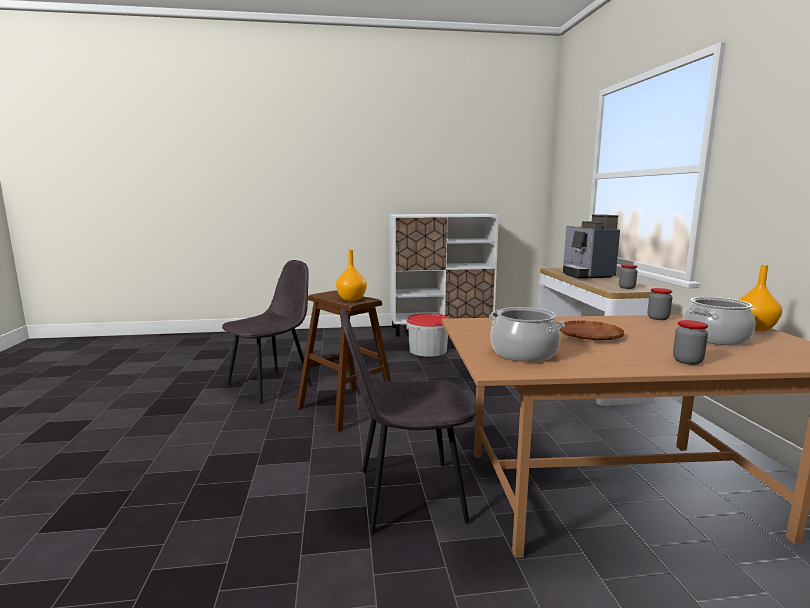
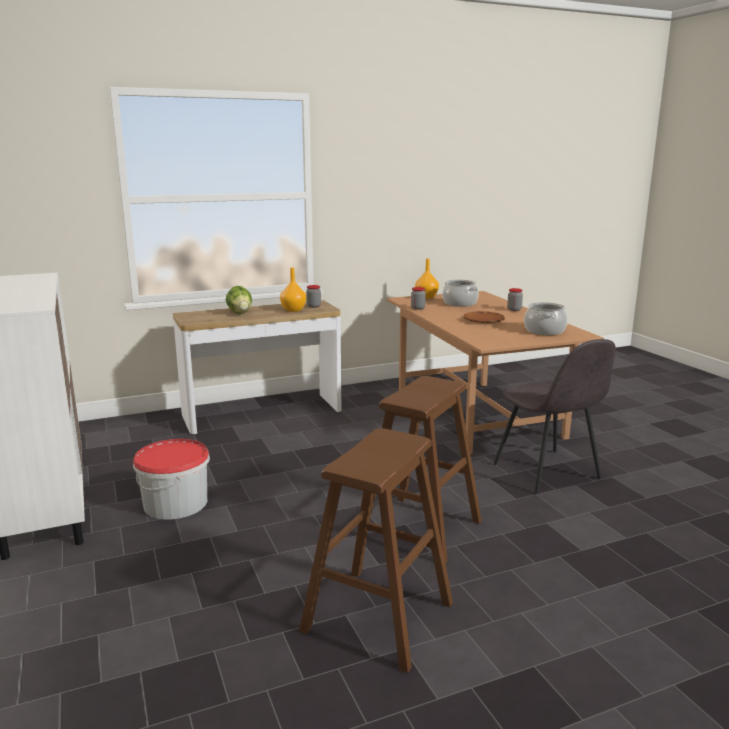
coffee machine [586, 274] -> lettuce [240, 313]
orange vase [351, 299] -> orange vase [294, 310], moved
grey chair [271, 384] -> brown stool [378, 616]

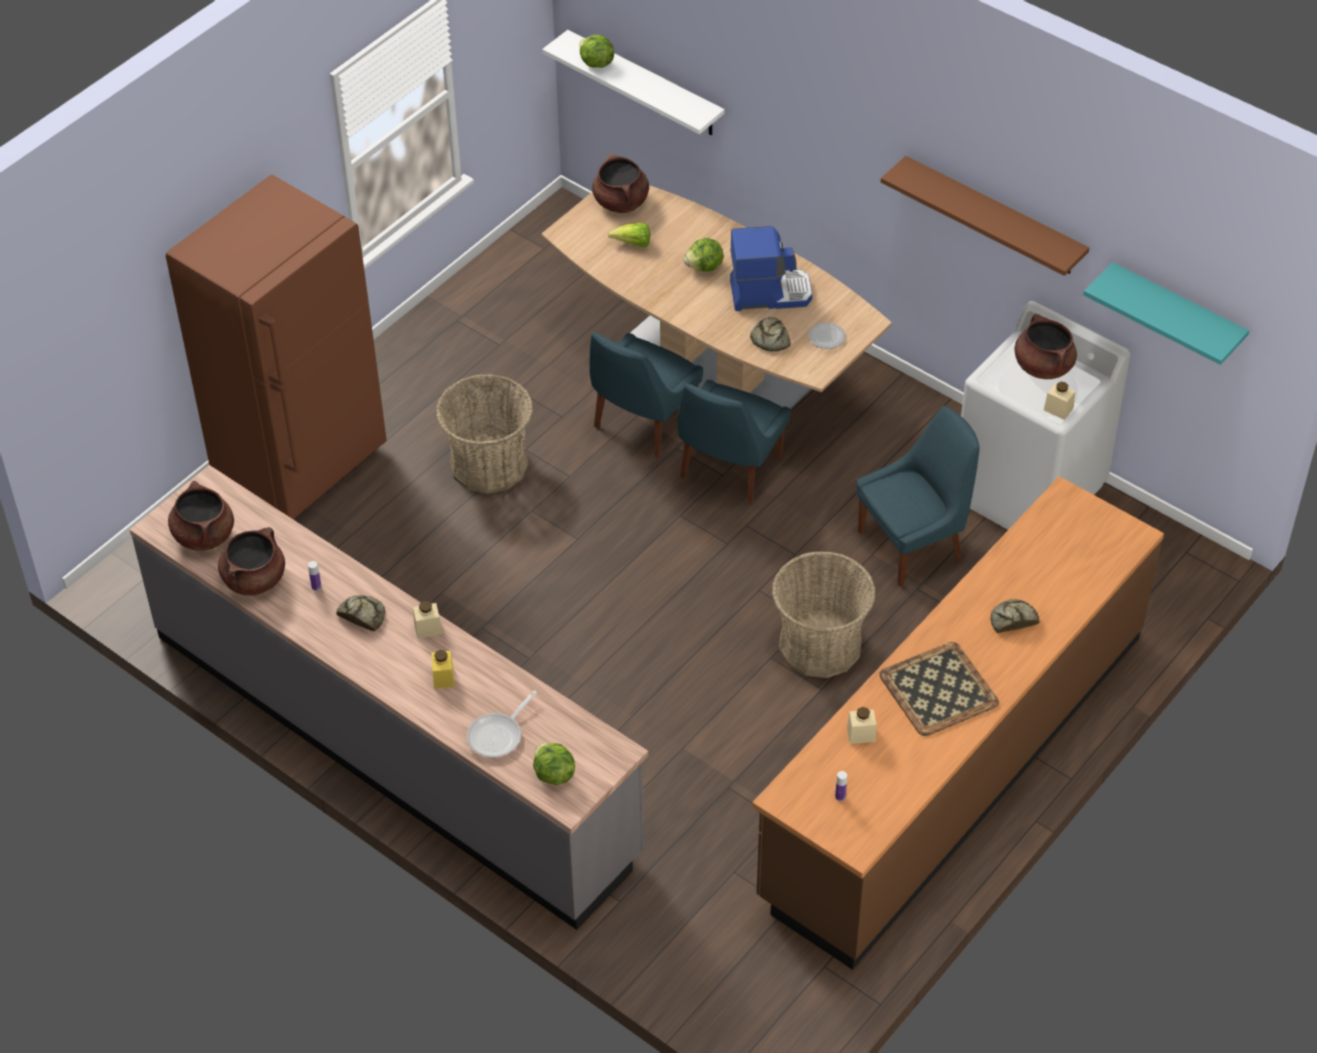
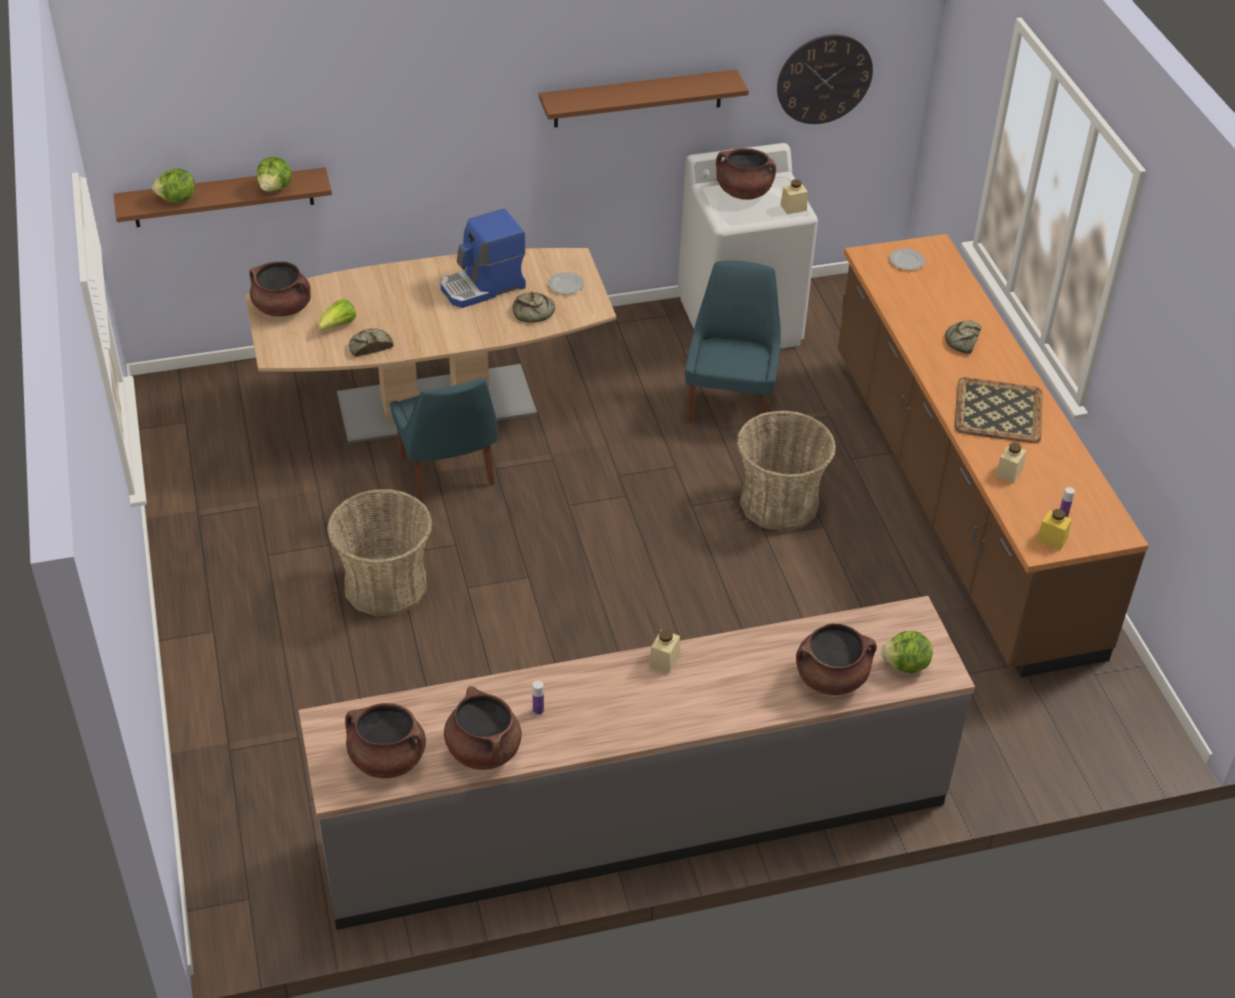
white shelf [645, 84] -> brown shelf [223, 197]
lettuce [705, 267] -> lettuce [275, 188], moved
bread [362, 615] -> bread [369, 346], moved
coffee machine [769, 292] -> coffee machine [483, 287], 150 degrees counterclockwise
turquoise shelf [1176, 312] -> wall clock [824, 79]
frying pan [498, 735] -> brown cooking pot [831, 678]
none -> plate [907, 261]
yellow jar [443, 677] -> yellow jar [1052, 539], moved
brown fridge [302, 464] -> none
blue chair [729, 470] -> none

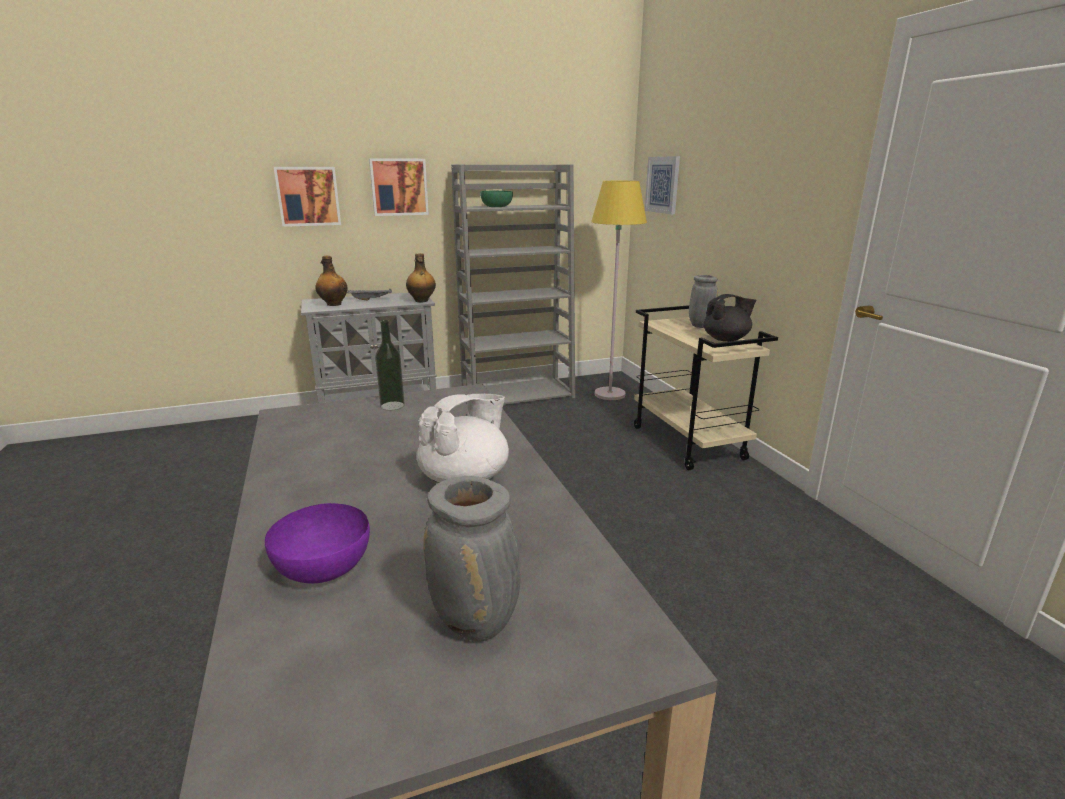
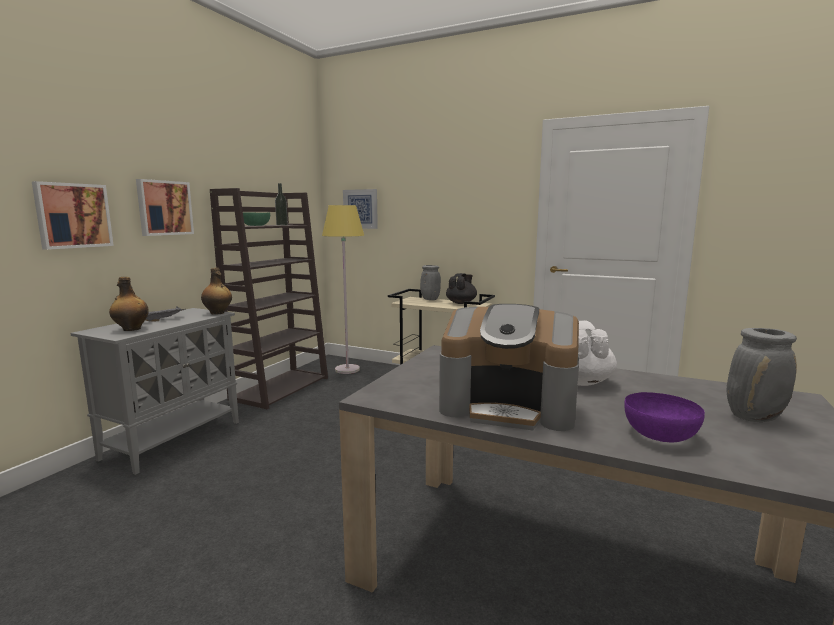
grey bookcase [518, 394] -> brown bookcase [280, 388]
bottle [392, 406] -> bottle [282, 225], moved
none -> coffee machine [508, 406]

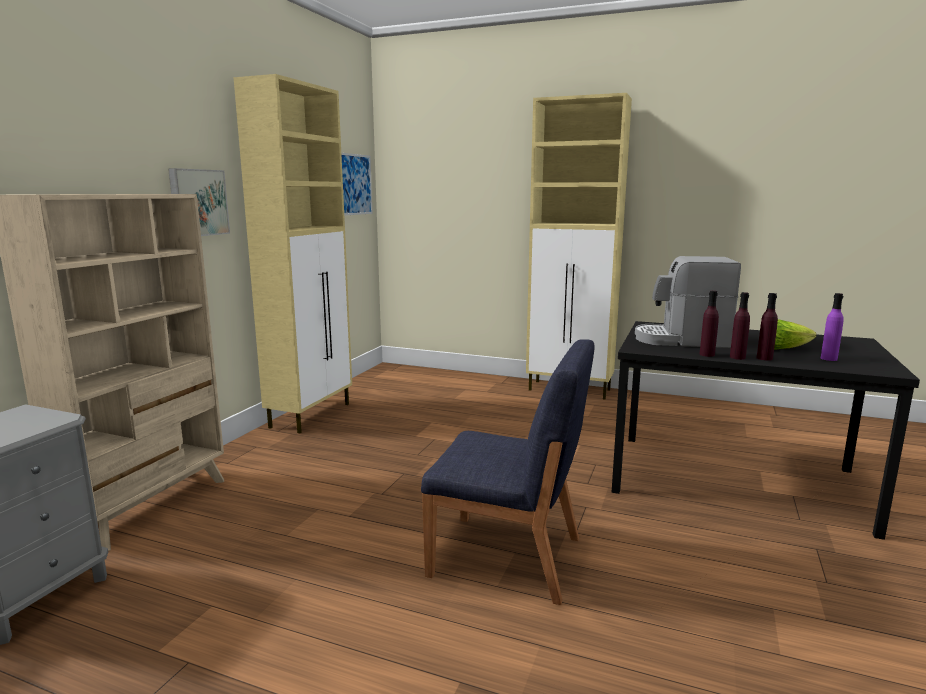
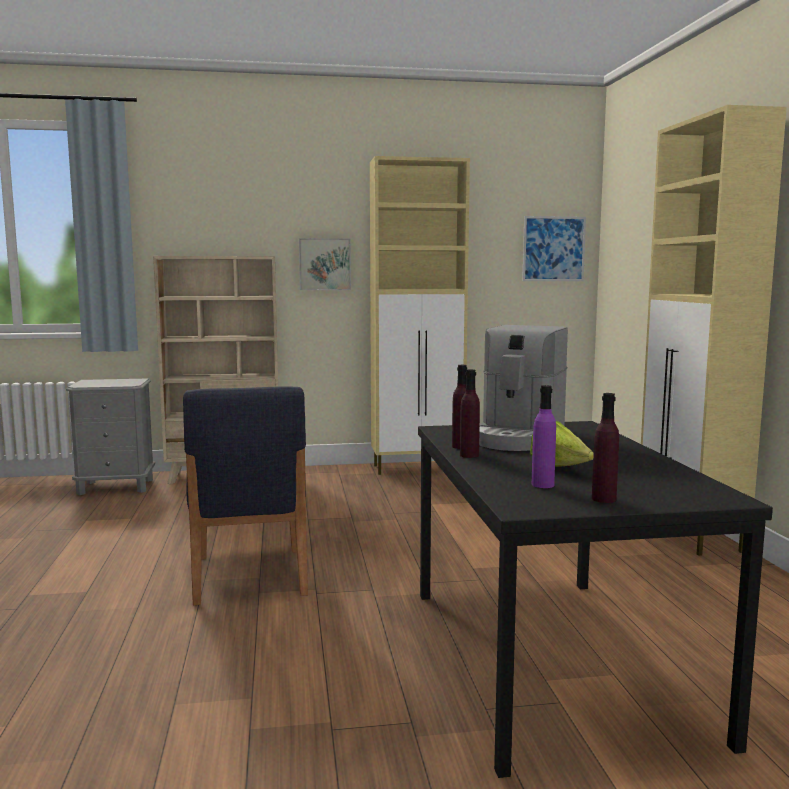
coffee machine [682, 340] -> coffee machine [518, 437], 135 degrees counterclockwise
purple bottle [764, 358] -> purple bottle [603, 499], moved

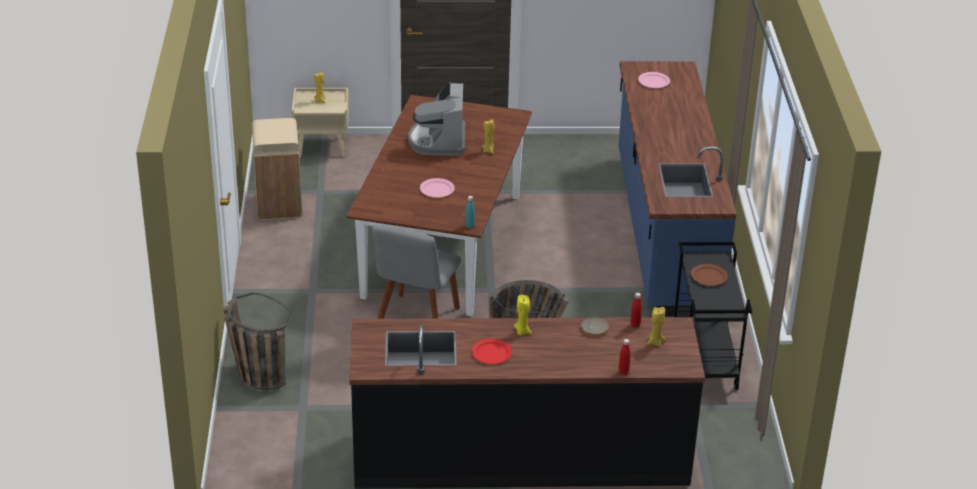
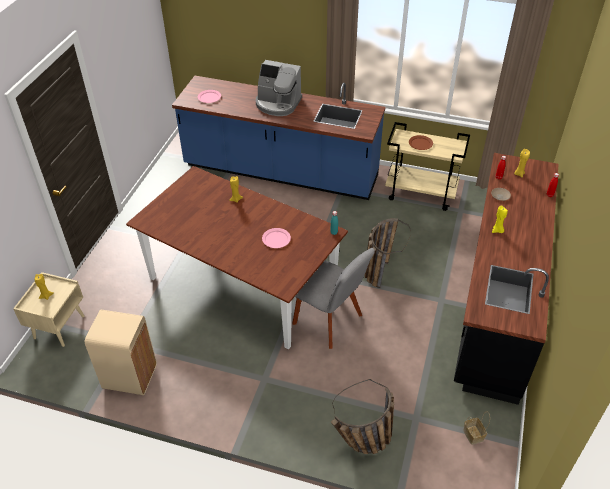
coffee machine [438, 141] -> coffee machine [278, 104], moved
black cart [704, 362] -> beige cart [421, 193]
none -> basket [474, 435]
red plate [491, 353] -> none

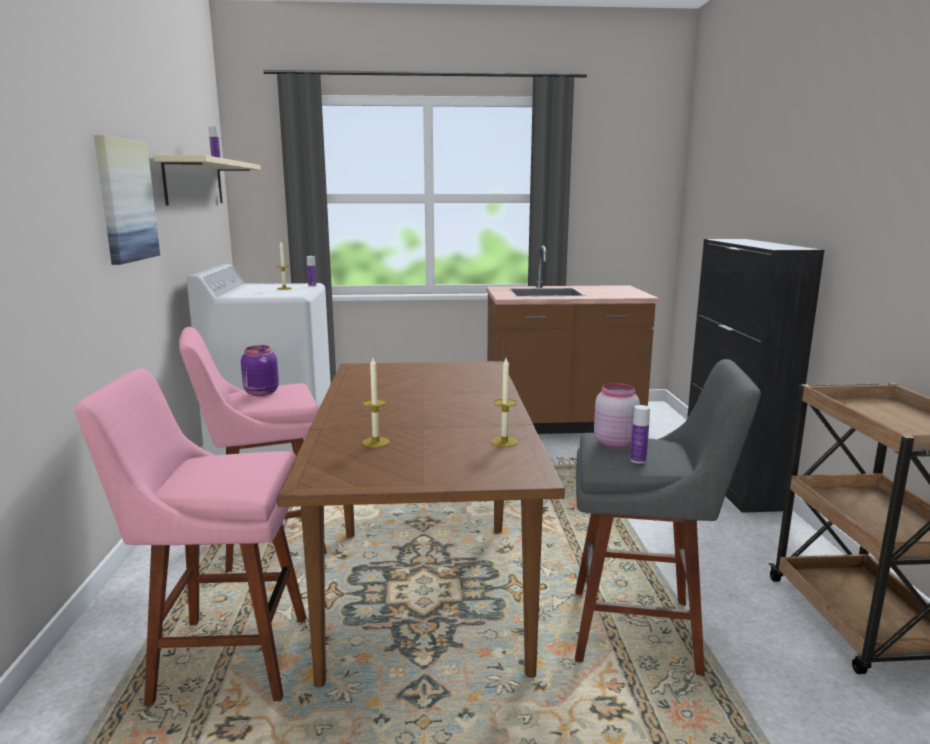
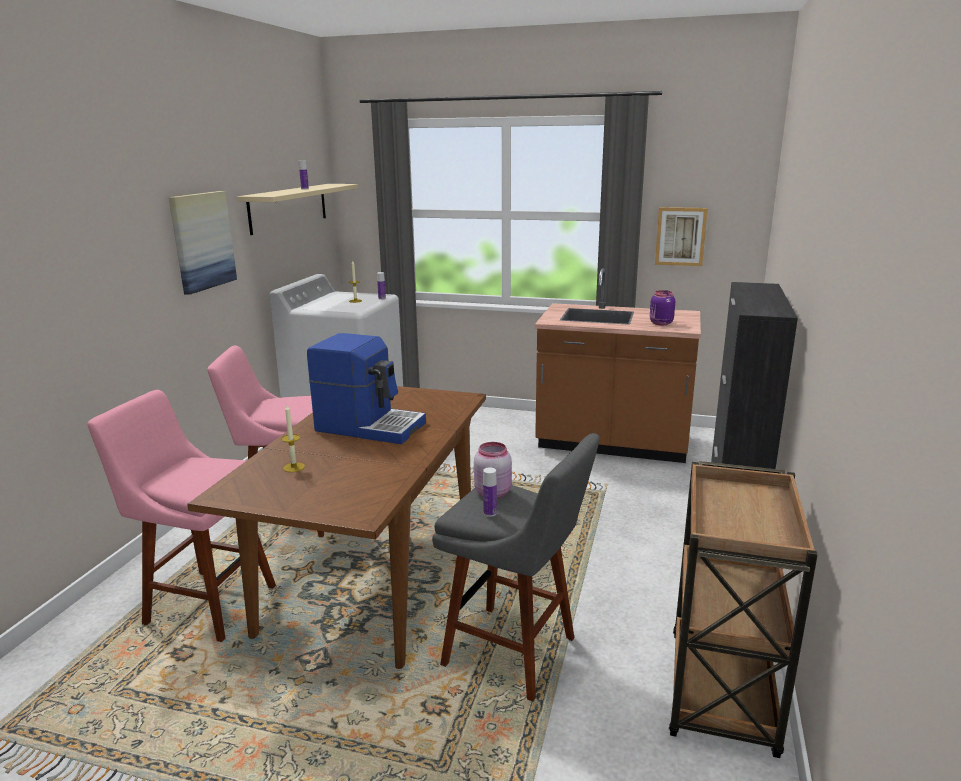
none -> coffee machine [370, 426]
purple jar [260, 393] -> purple jar [660, 323], moved
none -> picture [680, 236]
candle [504, 442] -> none

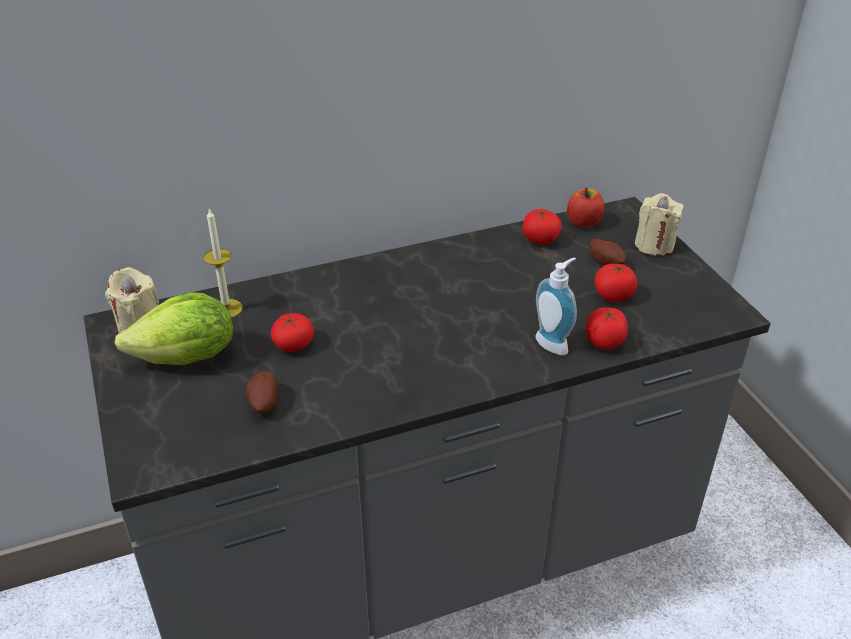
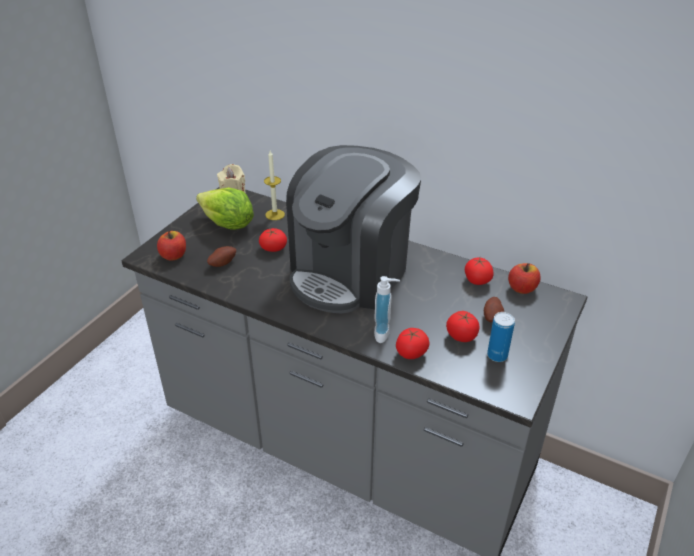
none -> apple [173, 255]
none -> coffee machine [350, 272]
none -> can [497, 355]
beige candle [654, 245] -> none

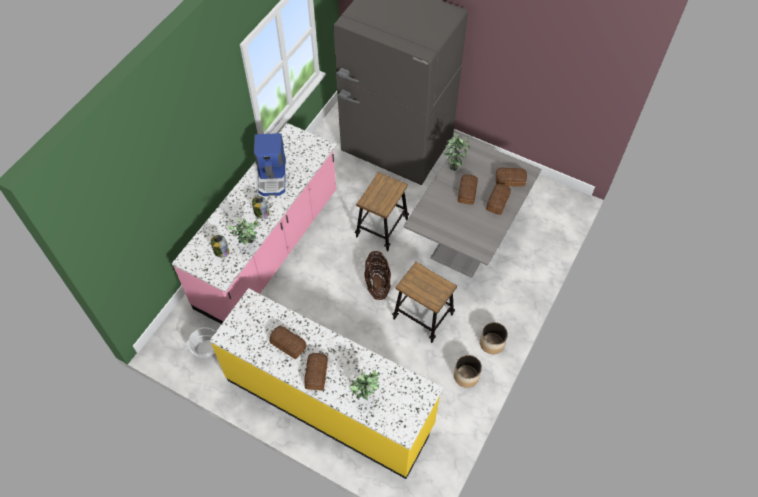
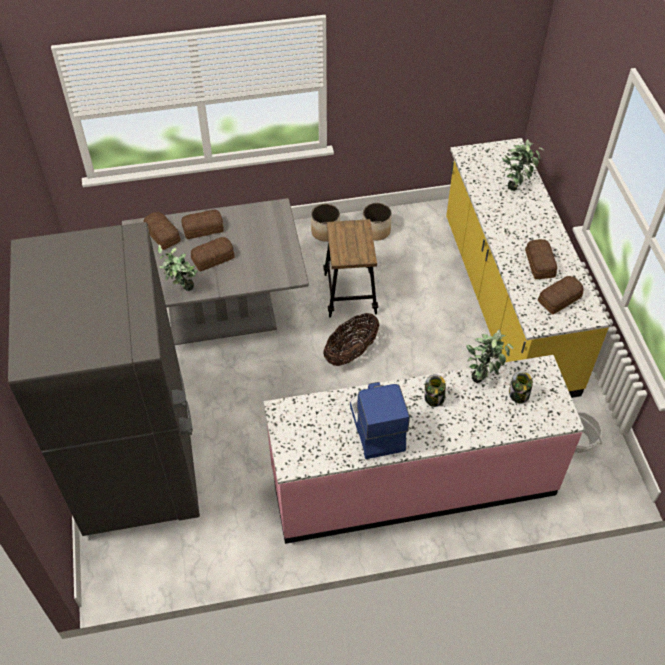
coffee machine [273, 177] -> coffee machine [375, 427], 60 degrees counterclockwise
bread [315, 374] -> bread [560, 299], moved
stool [382, 228] -> none

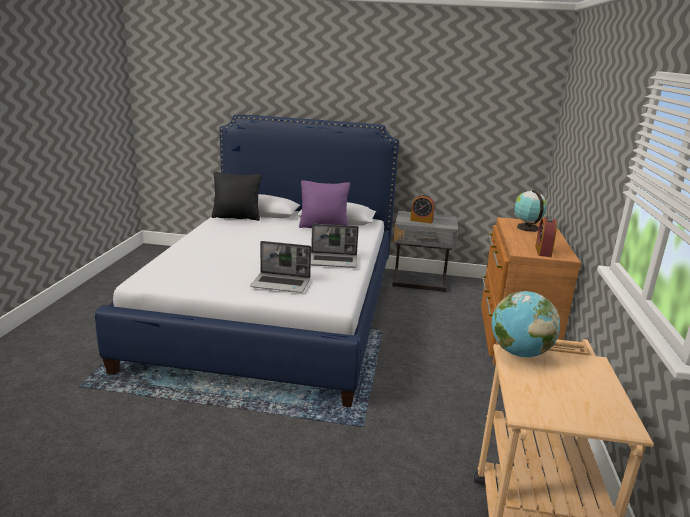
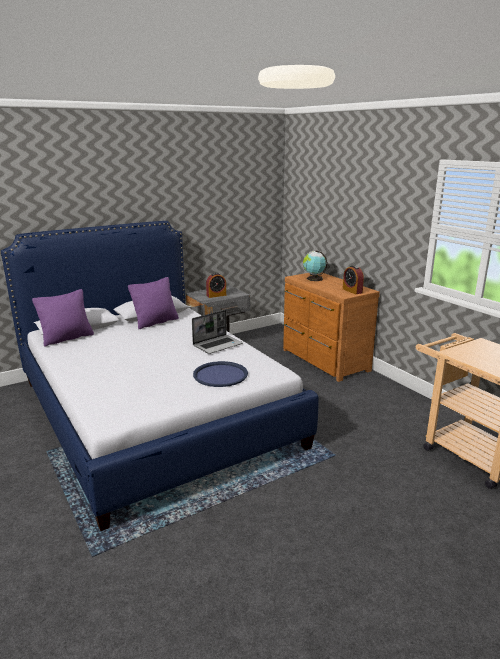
black pillow [236, 217] -> purple pillow [67, 338]
laptop [281, 284] -> blue tray [220, 375]
globe [519, 353] -> none

